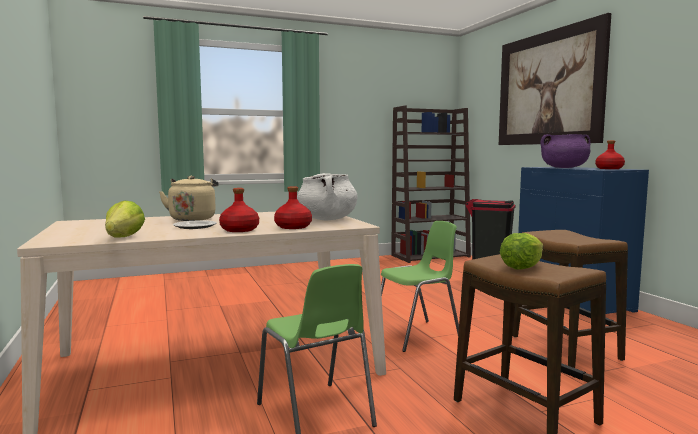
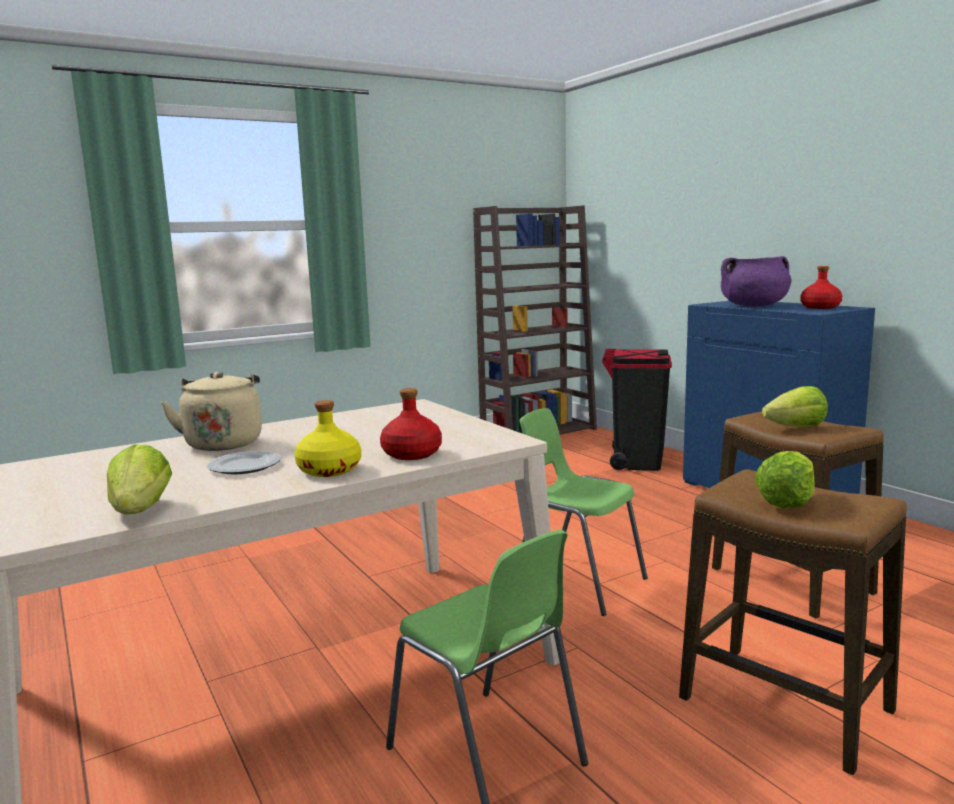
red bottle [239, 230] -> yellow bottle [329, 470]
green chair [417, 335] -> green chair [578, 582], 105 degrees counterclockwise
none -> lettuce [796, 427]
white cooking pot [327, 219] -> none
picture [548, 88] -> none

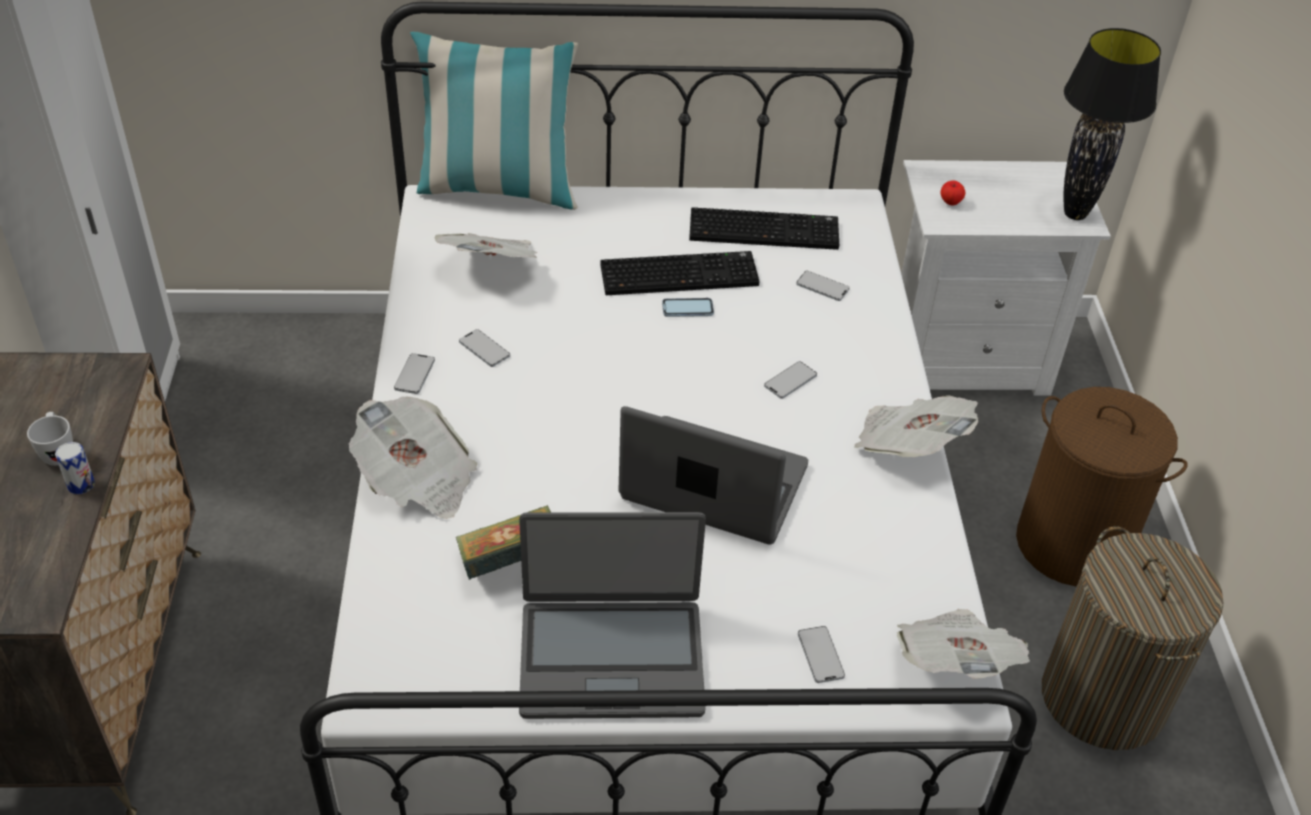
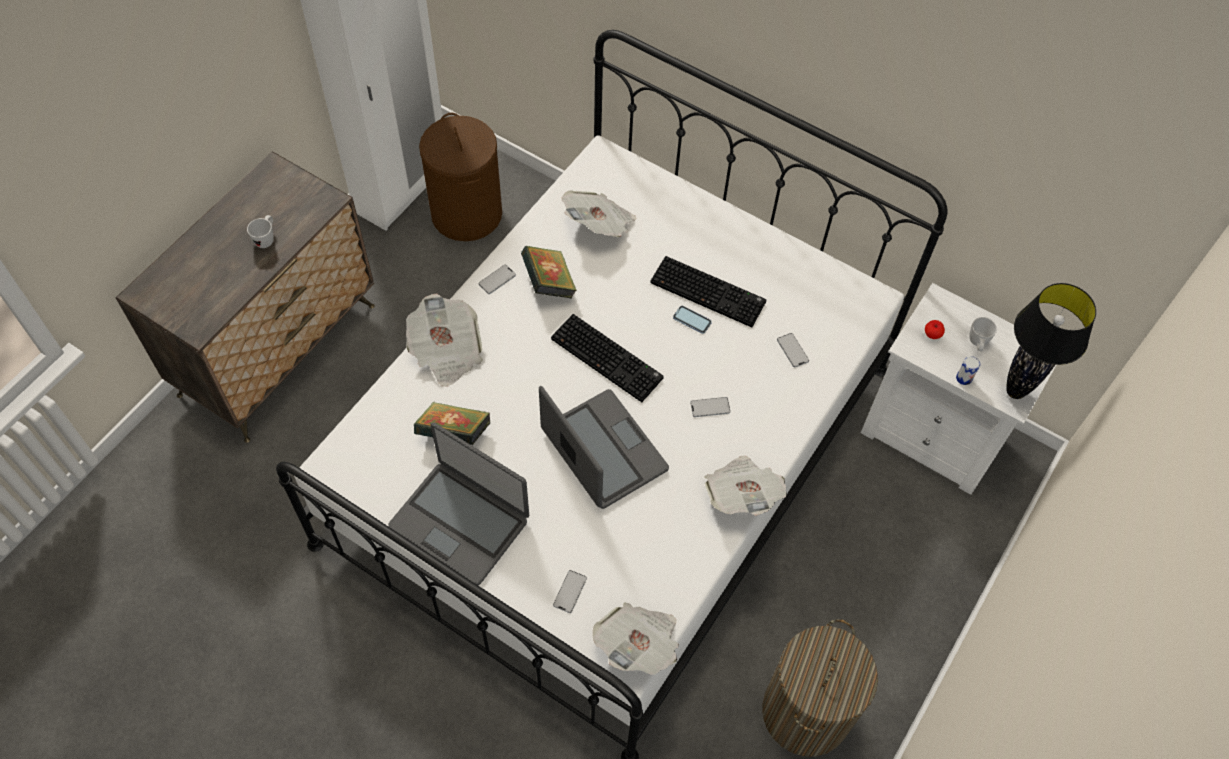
brown laundry basket [1073, 545] -> brown laundry basket [467, 214], moved
phone [484, 349] -> book [549, 283]
keyboard [765, 229] -> keyboard [609, 358], moved
can [81, 485] -> can [963, 378], moved
none -> white mug [977, 344]
pillow [498, 188] -> none

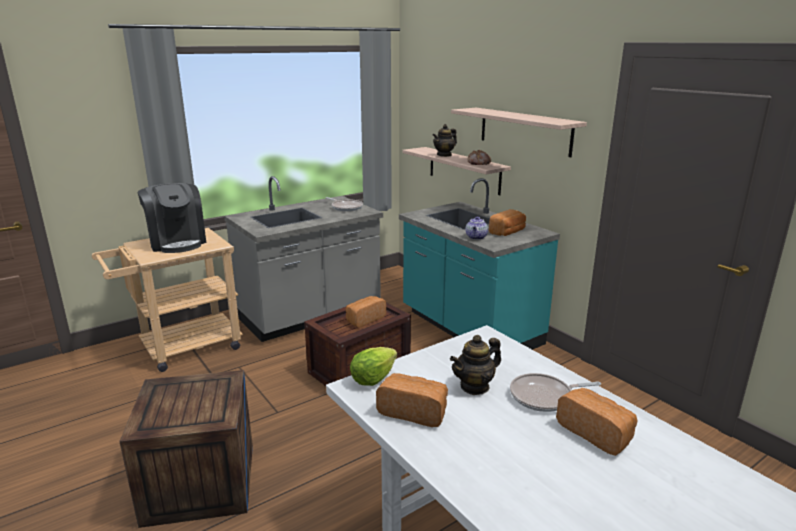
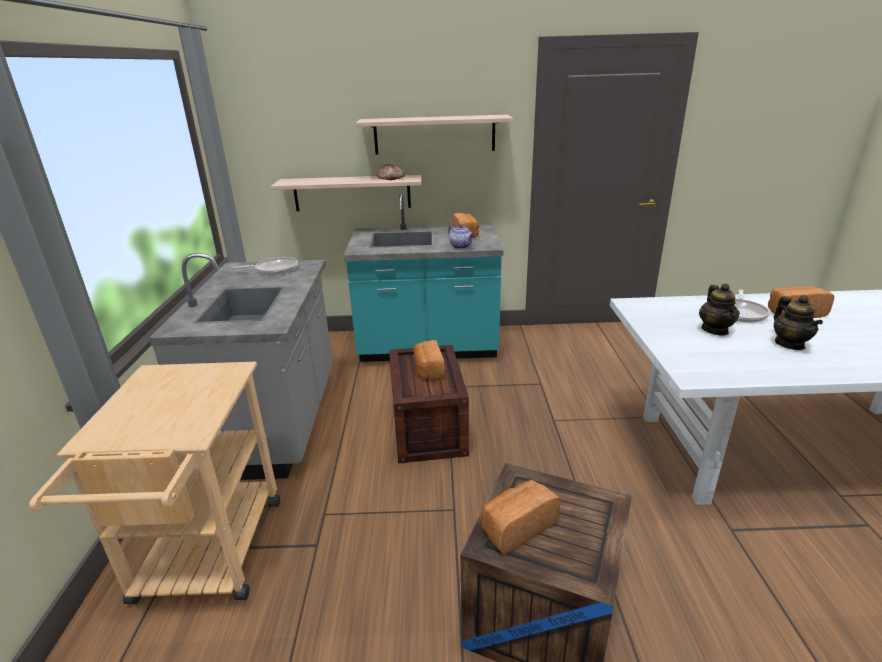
bread [414, 411] -> bread [516, 527], moved
teapot [444, 155] -> teapot [789, 344], moved
coffee machine [177, 242] -> none
lettuce [373, 378] -> none

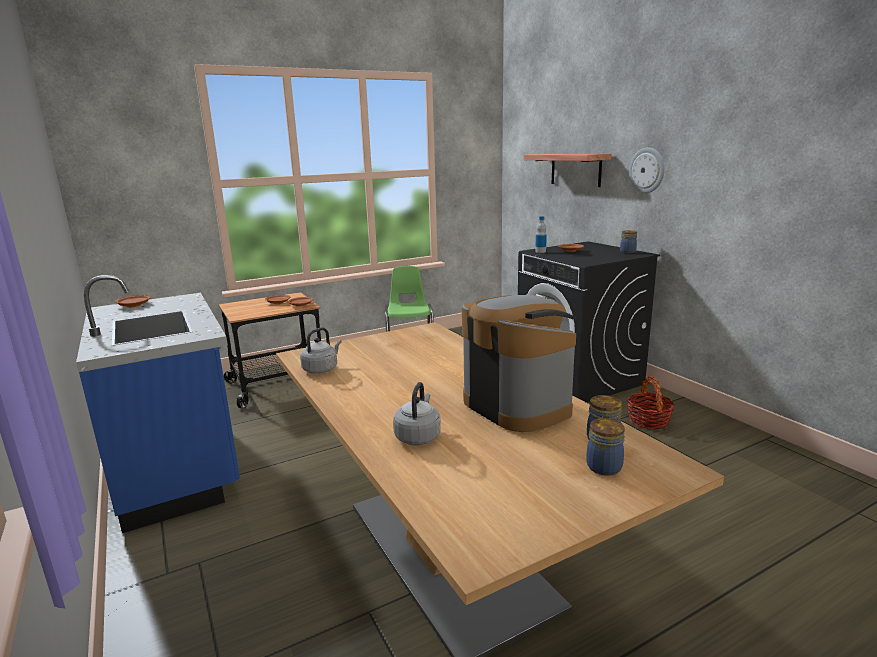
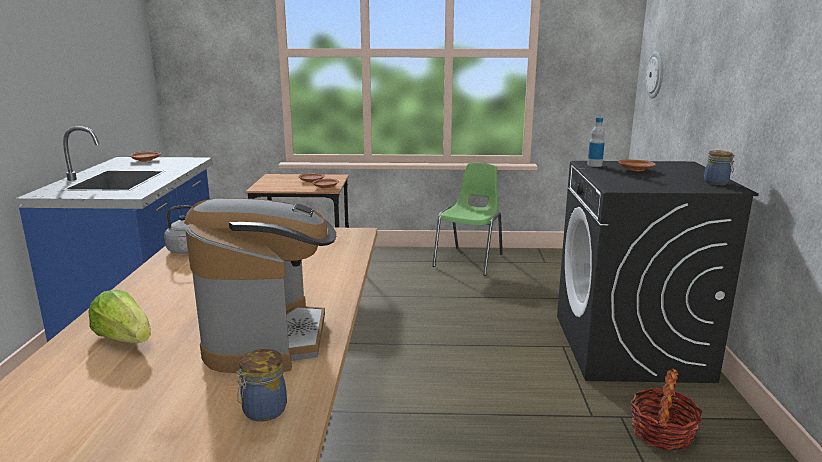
grey kettle [418, 436] -> lettuce [125, 339]
wall clock [647, 170] -> wall clock [655, 75], moved
shelf [575, 169] -> none
jar [605, 466] -> none

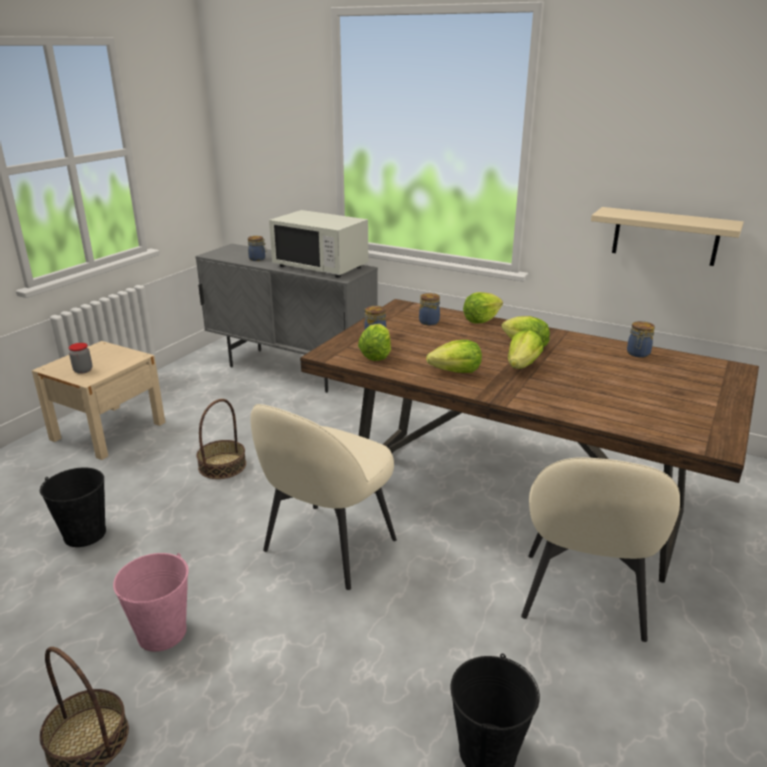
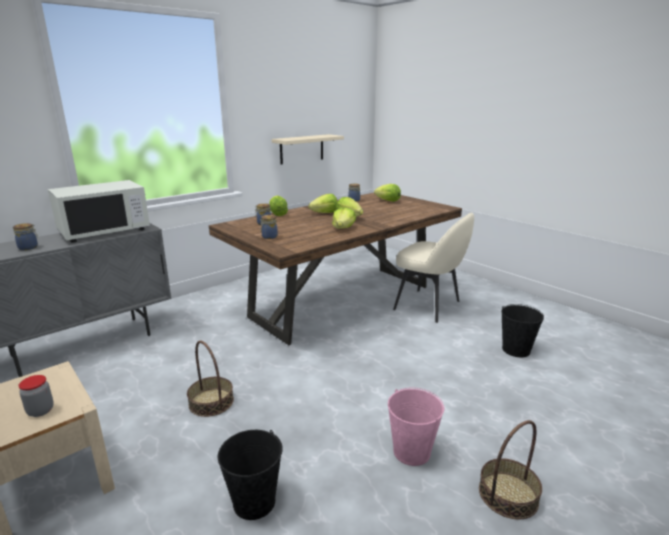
lettuce [376, 355] -> lettuce [388, 201], moved
beige chair [327, 547] -> none

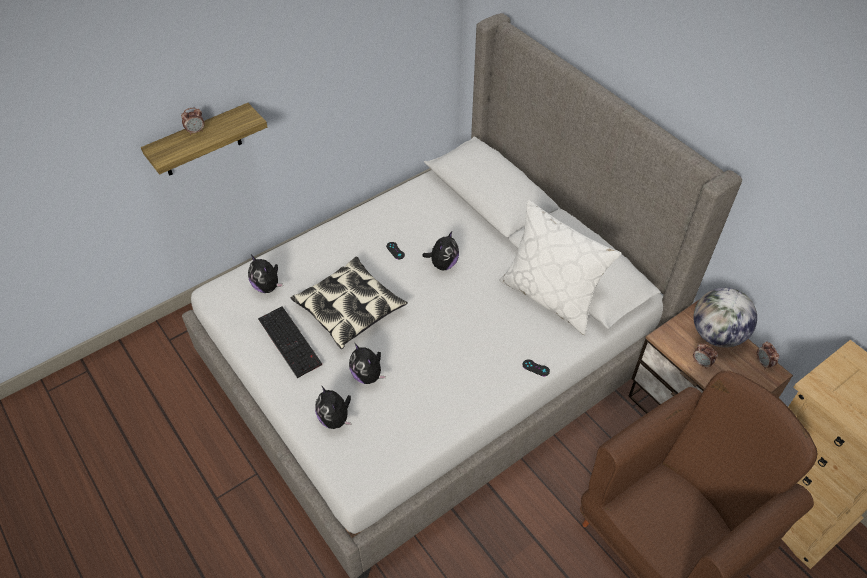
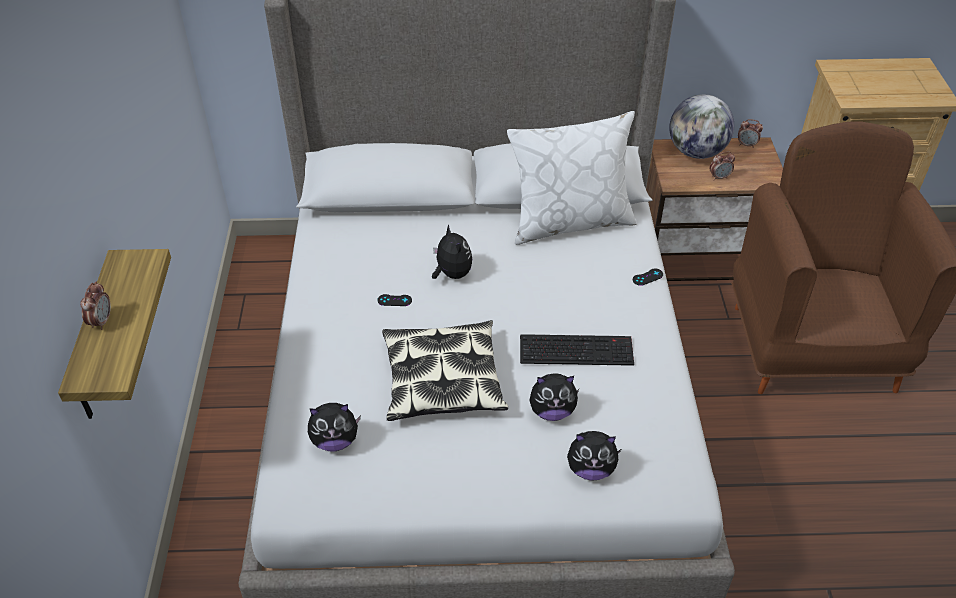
keyboard [291, 341] -> keyboard [577, 349], moved

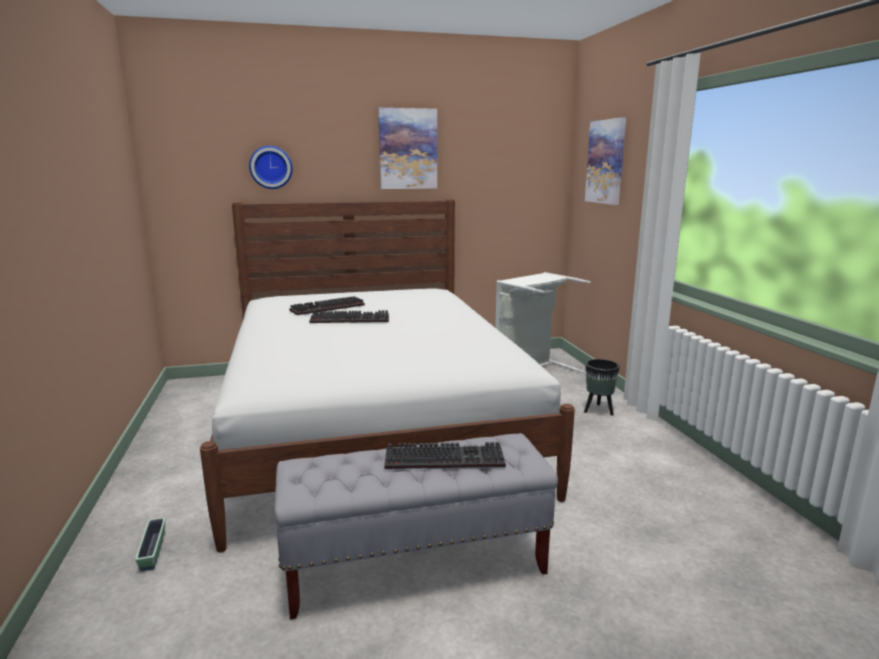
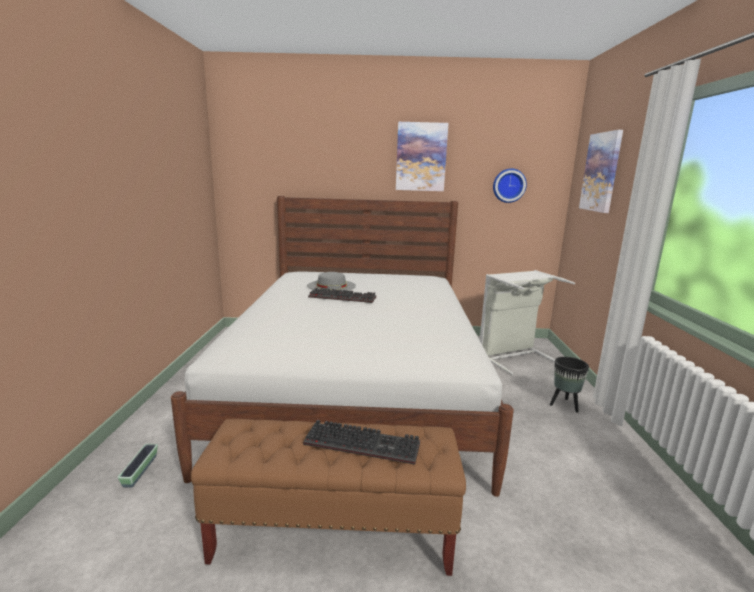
grey bench [416, 565] -> brown bench [334, 534]
keyboard [327, 308] -> grey hat [331, 285]
wall clock [271, 167] -> wall clock [508, 185], moved

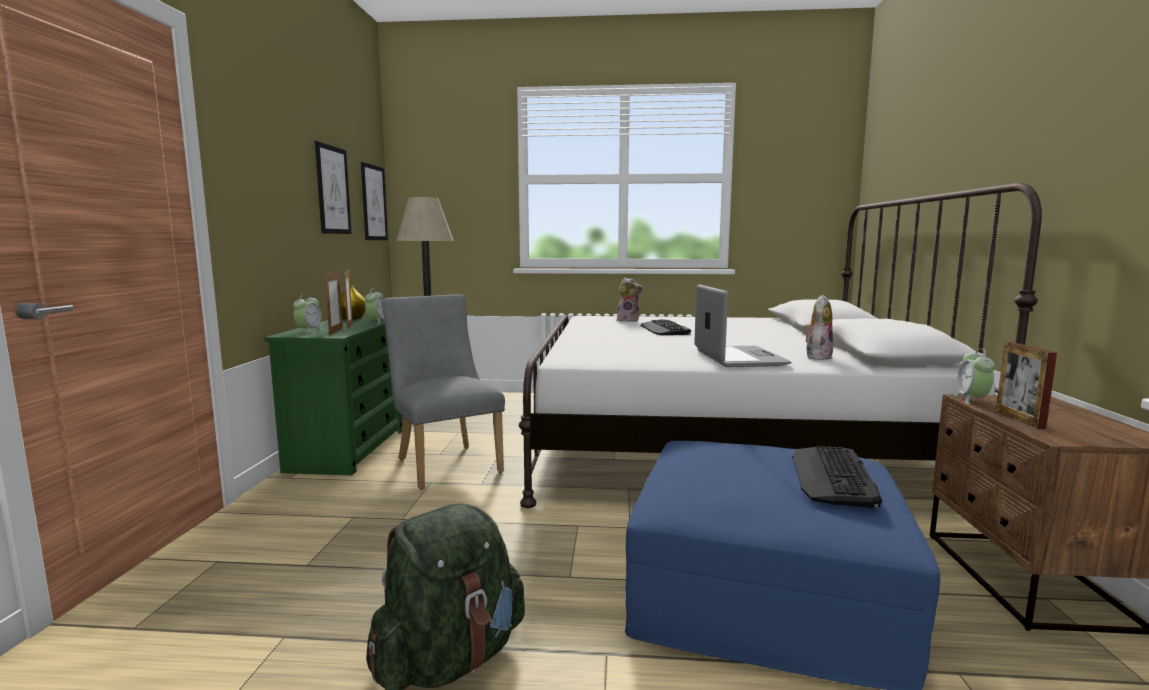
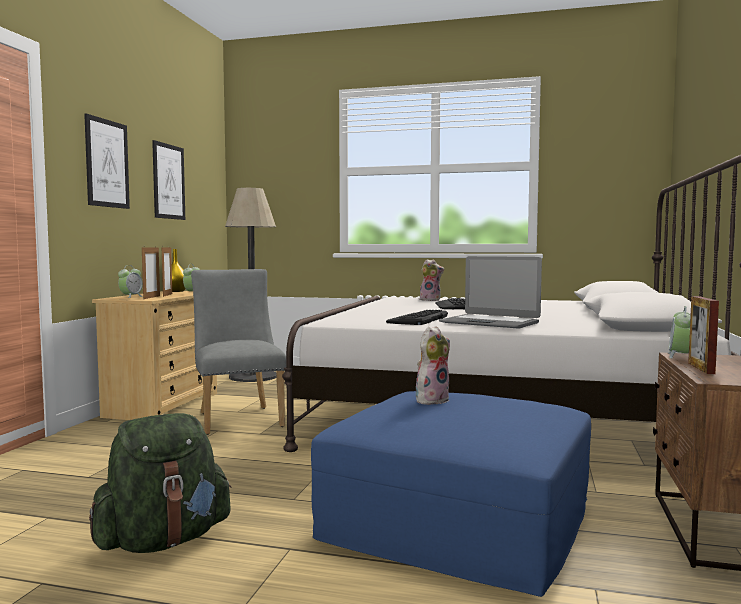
picture [374, 203] -> picture [107, 163], moved
green dresser [348, 449] -> beige dresser [163, 404]
keyboard [833, 476] -> keyboard [417, 319], moved
plush toy [817, 357] -> plush toy [431, 400], moved
laptop [738, 358] -> laptop [490, 323], 120 degrees clockwise

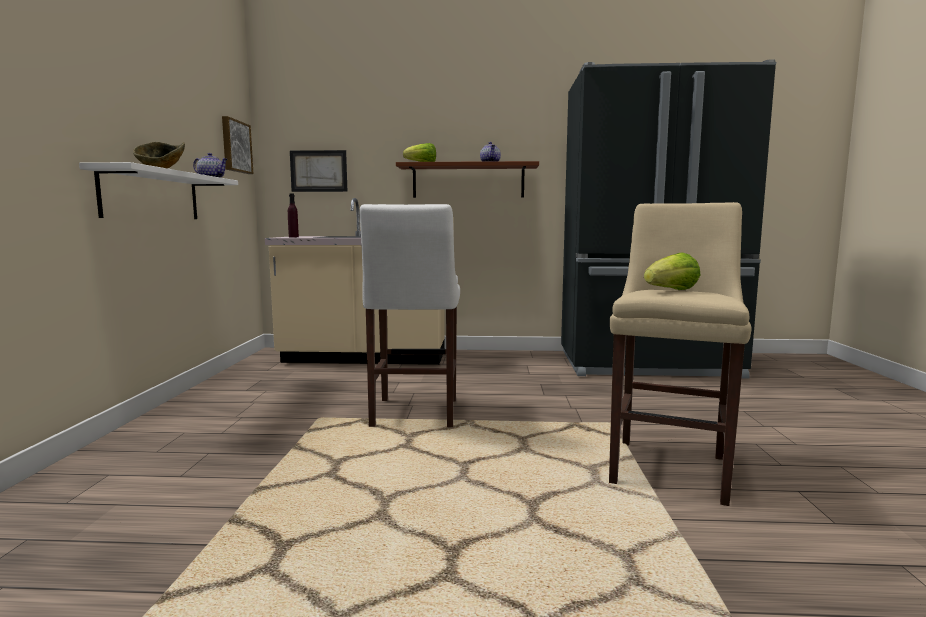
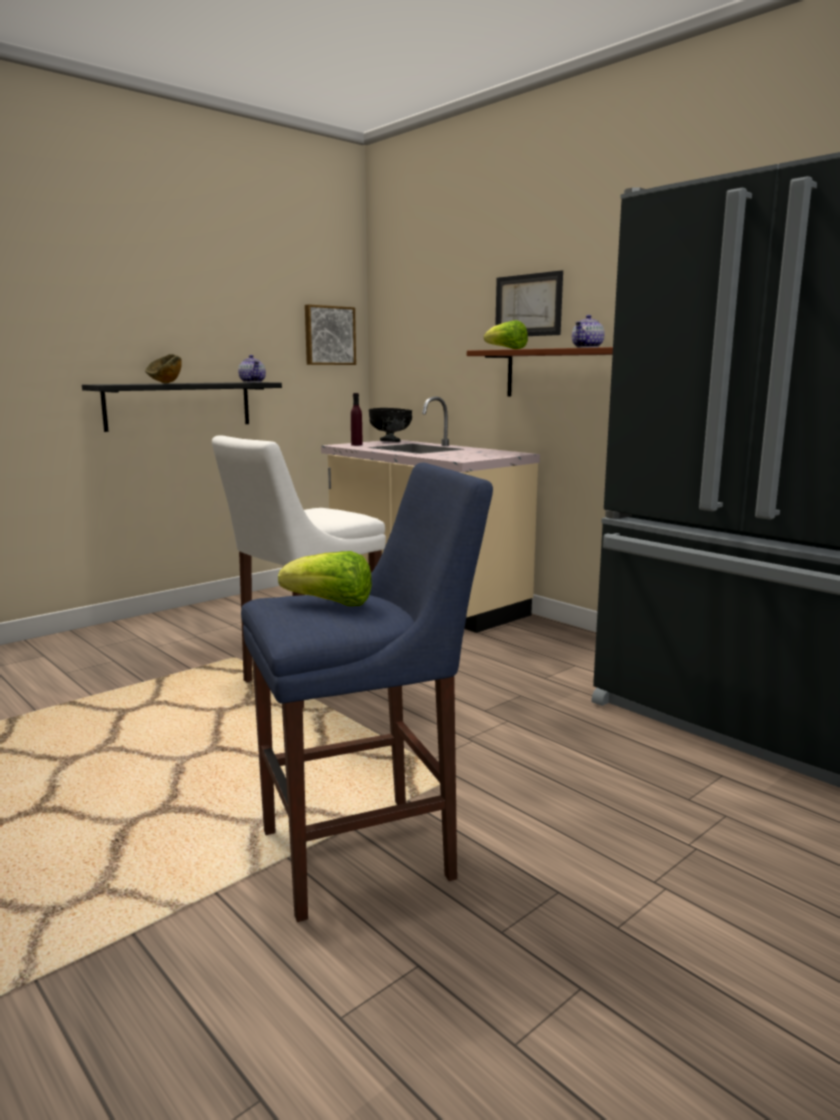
white shelf [152, 196] -> black shelf [179, 405]
beige stool [670, 467] -> blue stool [367, 853]
none -> black bowl [390, 441]
picture [319, 171] -> picture [528, 305], moved

